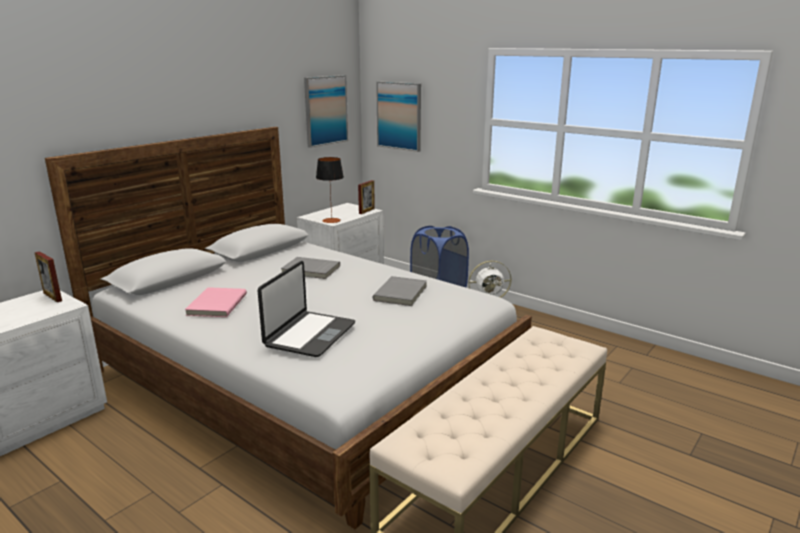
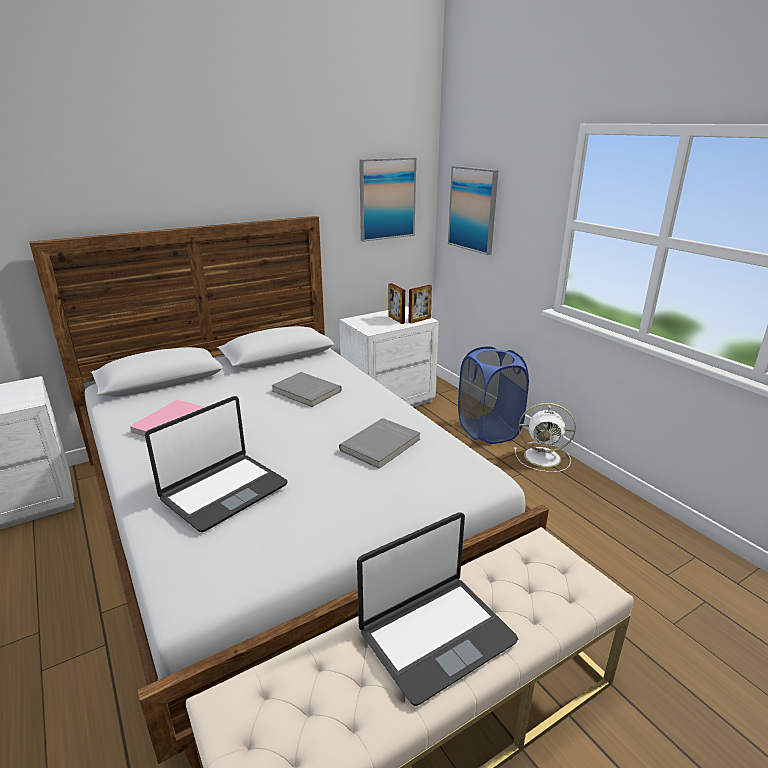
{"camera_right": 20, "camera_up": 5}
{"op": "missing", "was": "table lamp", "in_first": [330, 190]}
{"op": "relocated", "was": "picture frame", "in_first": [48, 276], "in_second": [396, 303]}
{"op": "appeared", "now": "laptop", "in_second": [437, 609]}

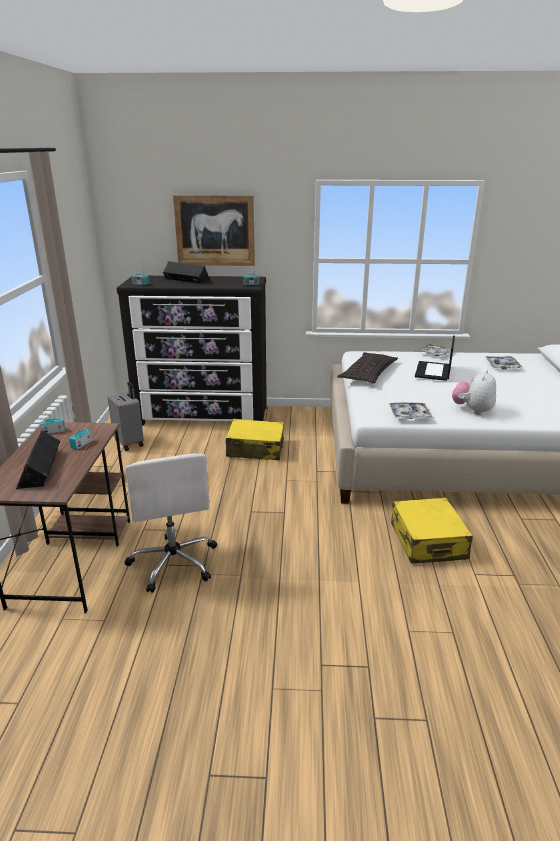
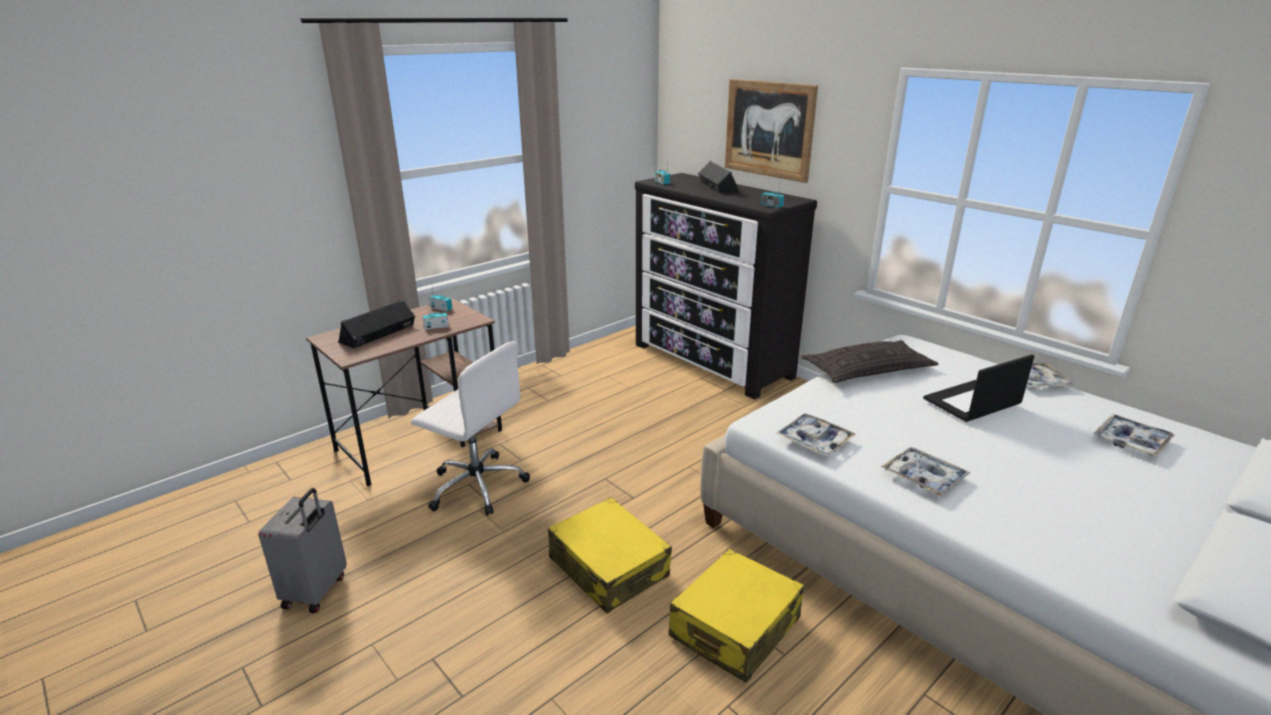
{"camera_right": 45, "camera_up": 0}
{"op": "exchanged", "was": "plush toy", "now": "tray", "in_first": [474, 392], "in_second": [925, 471]}
{"op": "relocated", "was": "suitcase (grey)", "in_first": [126, 416], "in_second": [303, 550]}
{"op": "relocated", "was": "suitcase (yellow)", "in_first": [254, 439], "in_second": [610, 555]}
{"op": "spun", "was": "office chair (white)", "in_first": [171, 523], "in_second": [470, 428], "clockwise": -90}

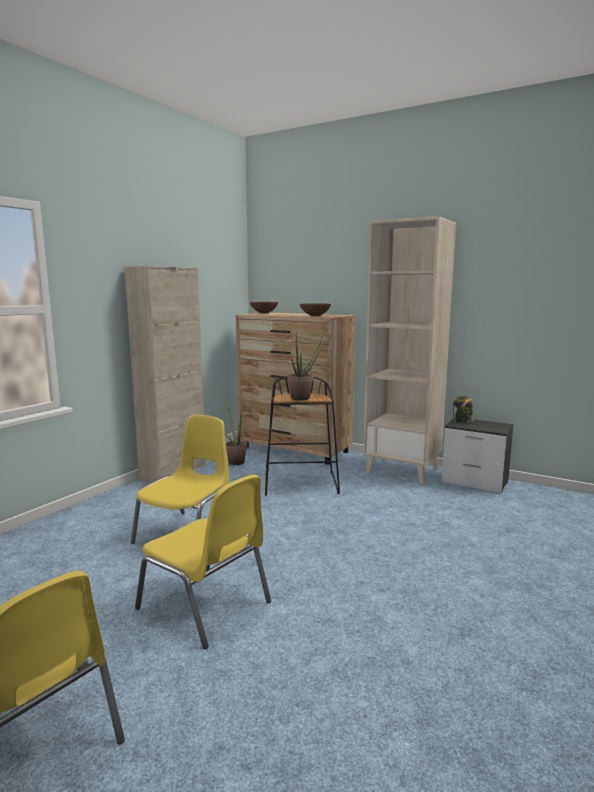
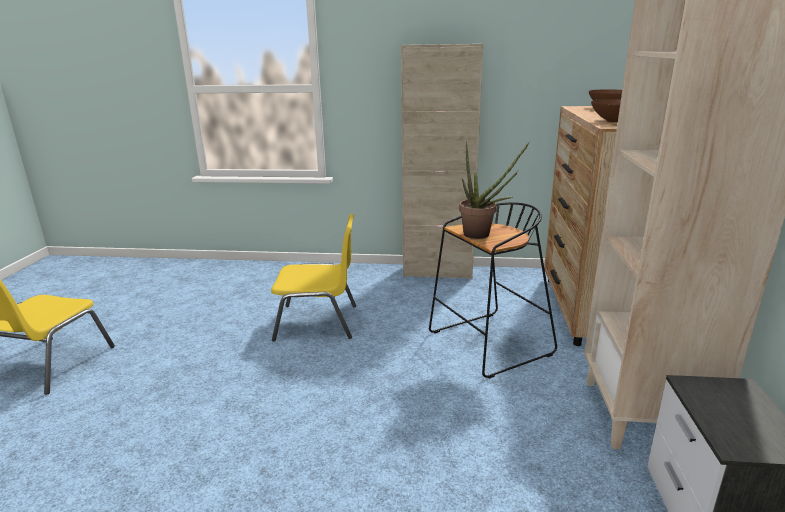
{"camera_right": 65, "camera_up": 10}
{"op": "missing", "was": "jar", "in_first": [463, 409]}
{"op": "missing", "was": "potted plant", "in_first": [236, 433]}
{"op": "missing", "was": "chair (yellow)", "in_first": [203, 562]}

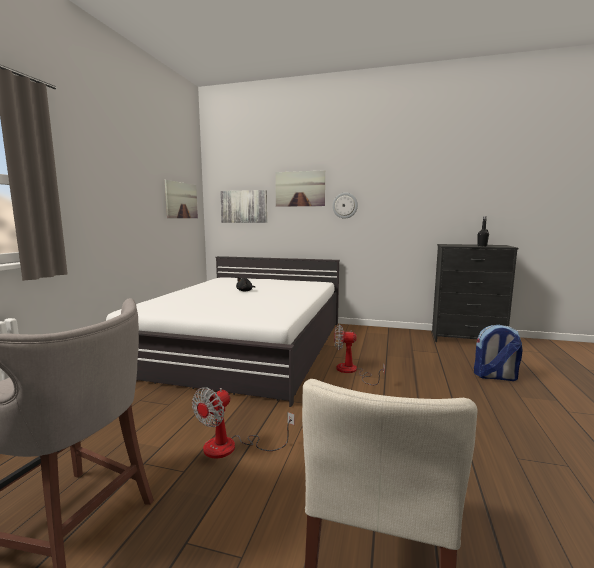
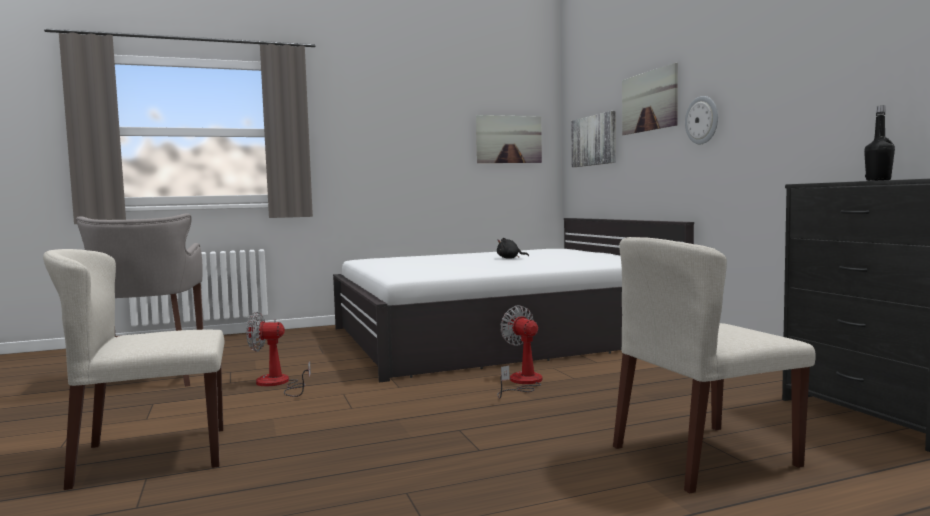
{"camera_right": 55, "camera_up": -5}
{"op": "exchanged", "was": "backpack", "now": "chair (beige)", "in_first": [498, 353], "in_second": [714, 365]}

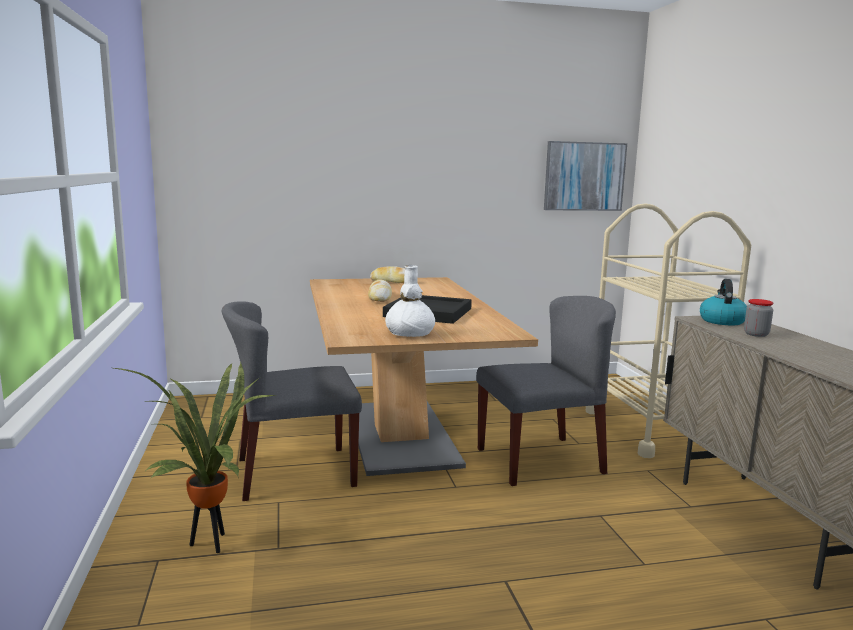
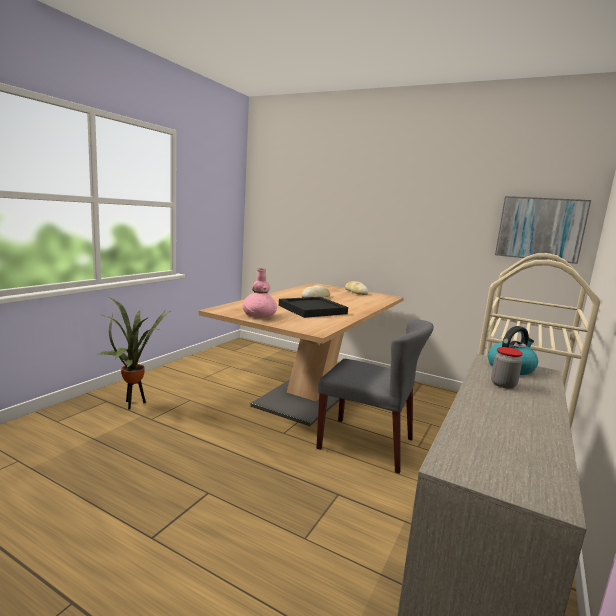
{"camera_right": 40, "camera_up": 0}
{"op": "colour", "was": "vase (white)", "now": "vase (pink)", "in_first": [410, 301], "in_second": [259, 293]}
{"op": "missing", "was": "chair (grey)", "in_first": [292, 401]}

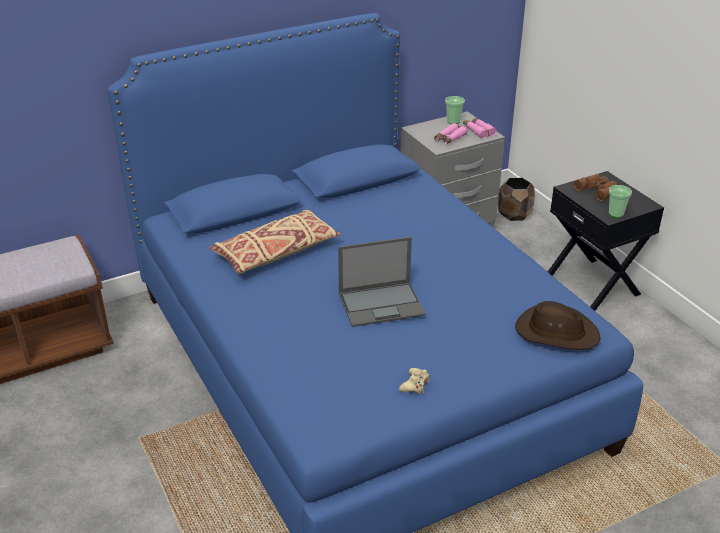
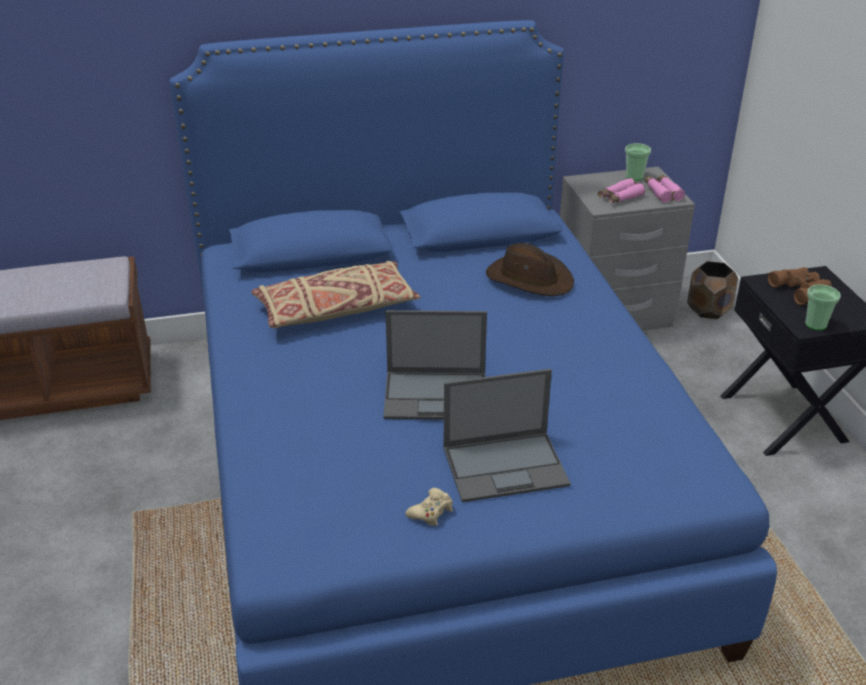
{"camera_right": 15, "camera_up": 0}
{"op": "relocated", "was": "hat (brown)", "in_first": [557, 325], "in_second": [530, 269]}
{"op": "appeared", "now": "laptop", "in_second": [507, 435]}

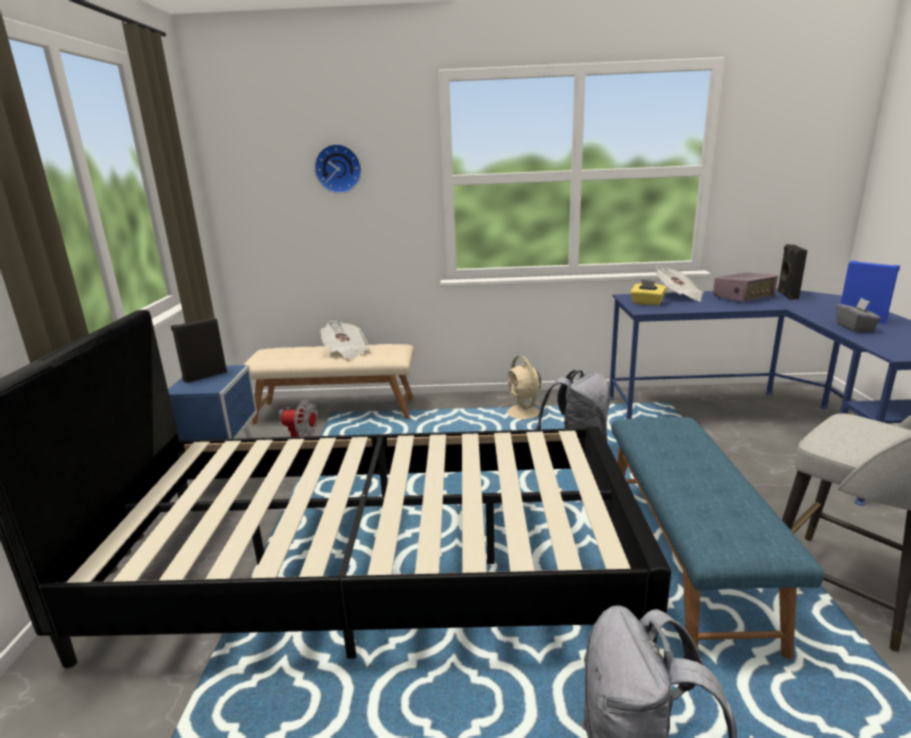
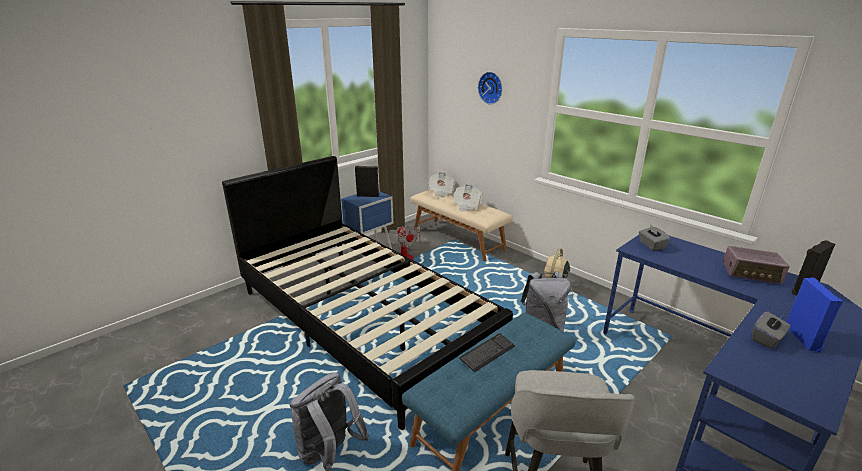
{"camera_right": 45, "camera_up": 5}
{"op": "relocated", "was": "newspaper", "in_first": [680, 283], "in_second": [442, 184]}
{"op": "colour", "was": "tissue box (yellow)", "now": "tissue box (grey)", "in_first": [648, 293], "in_second": [654, 237]}
{"op": "appeared", "now": "keyboard", "in_second": [487, 352]}

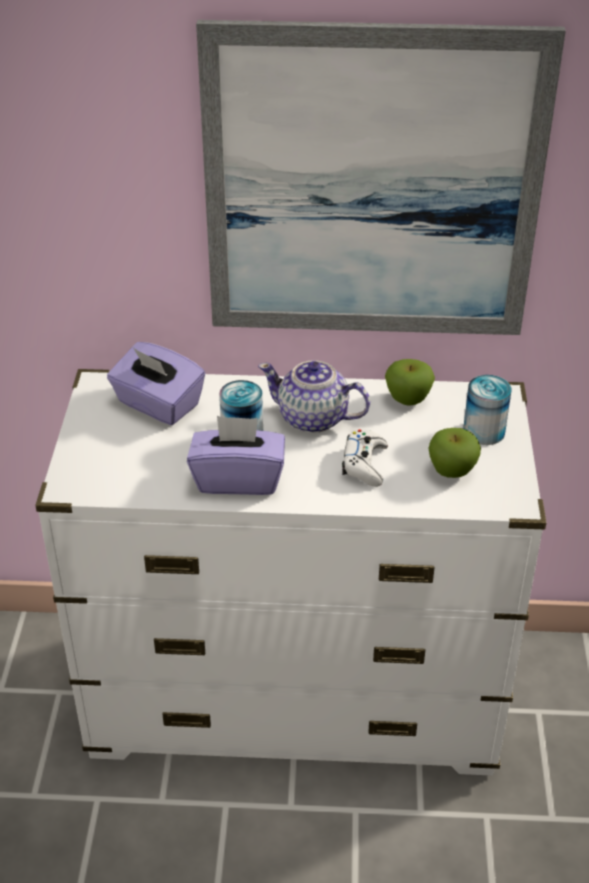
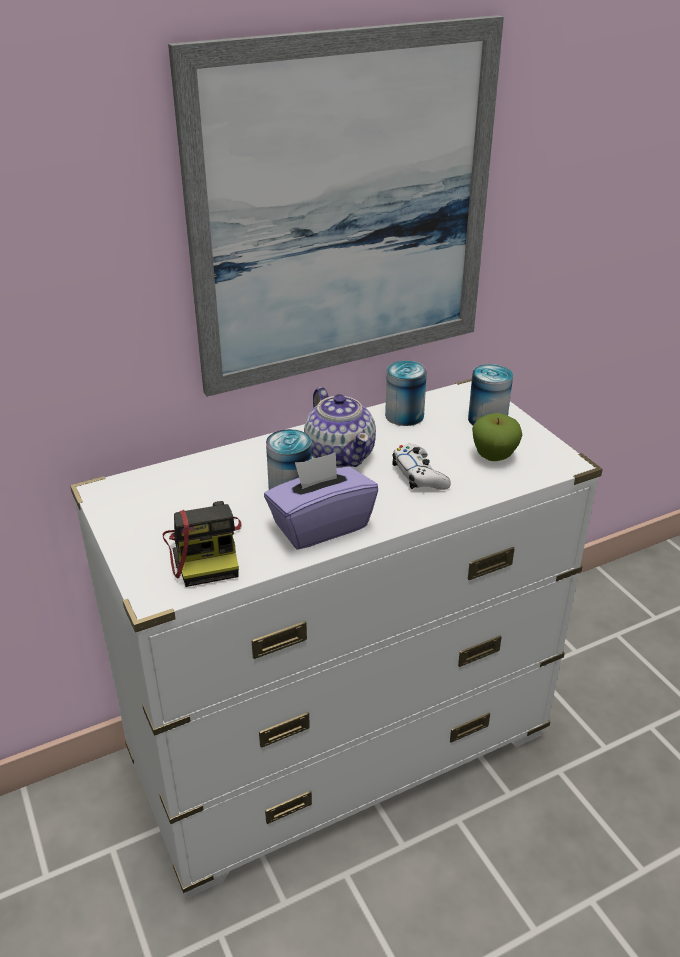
{"camera_right": -30, "camera_up": -5}
{"op": "missing", "was": "tissue box (purple)", "in_first": [156, 383]}
{"op": "exchanged", "was": "apple", "now": "can", "in_first": [410, 382], "in_second": [406, 393]}
{"op": "spun", "was": "teapot", "in_first": [314, 396], "in_second": [340, 427], "clockwise": -105}
{"op": "appeared", "now": "photo camera", "in_second": [202, 544]}

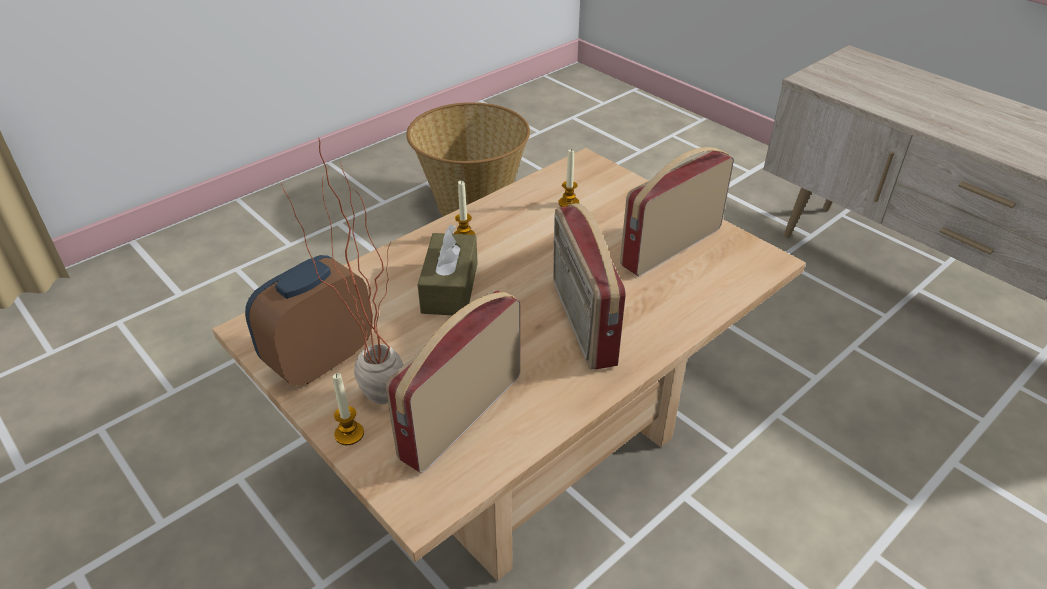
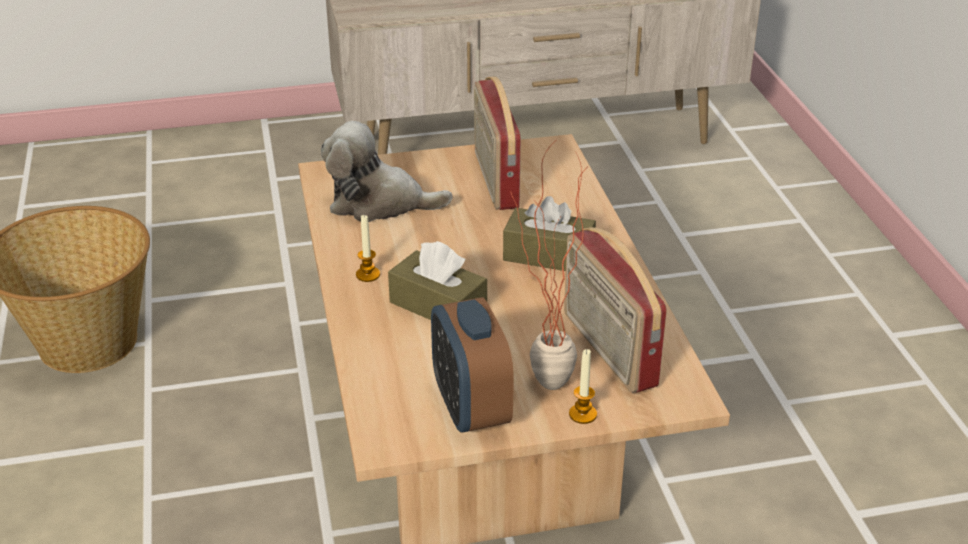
{"camera_right": -60, "camera_up": -5}
{"op": "exchanged", "was": "candle", "now": "plush toy", "in_first": [569, 178], "in_second": [387, 171]}
{"op": "exchanged", "was": "radio", "now": "tissue box (brown)", "in_first": [589, 286], "in_second": [549, 233]}

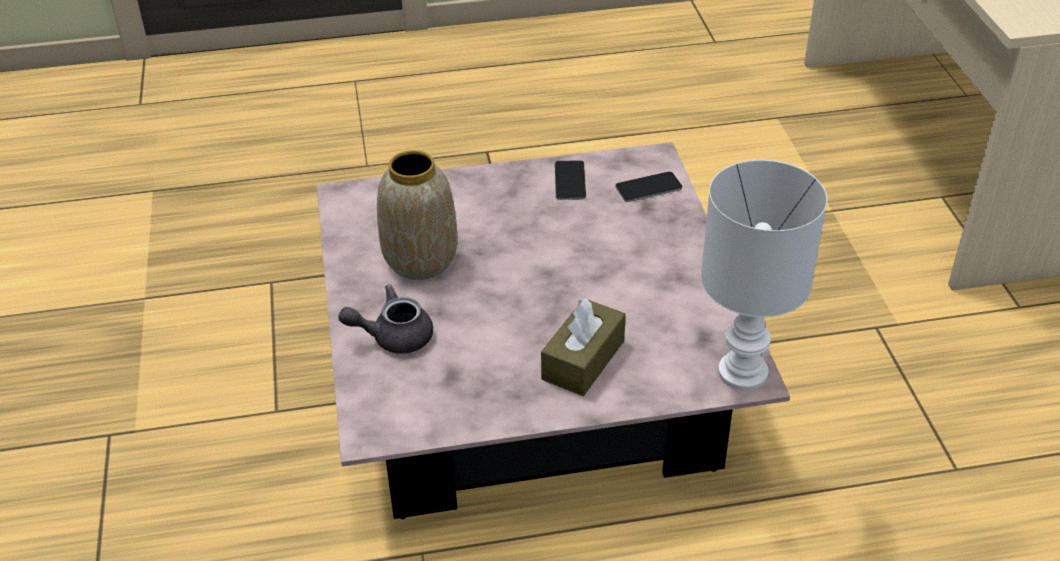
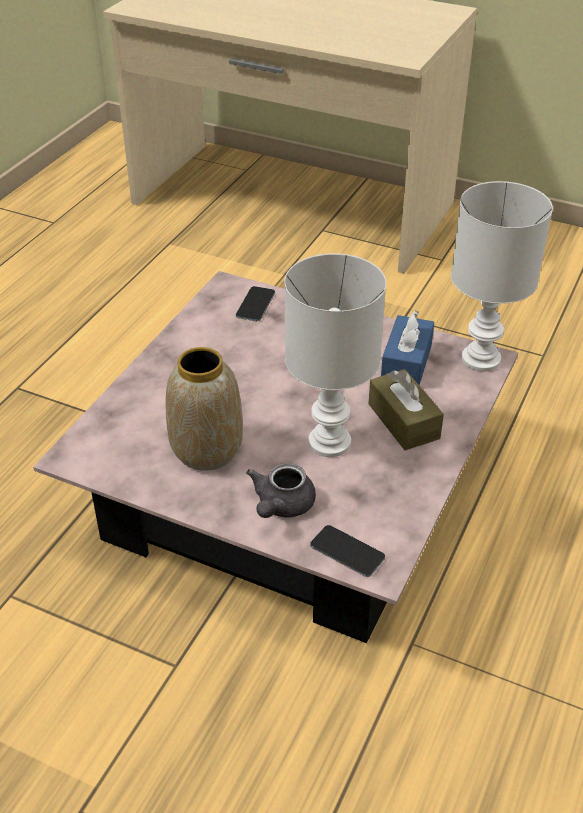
{"camera_right": -55, "camera_up": 0}
{"op": "relocated", "was": "phone", "in_first": [570, 180], "in_second": [347, 551]}
{"op": "appeared", "now": "table lamp (white)", "in_second": [335, 355]}
{"op": "appeared", "now": "tissue box (blue)", "in_second": [407, 347]}

